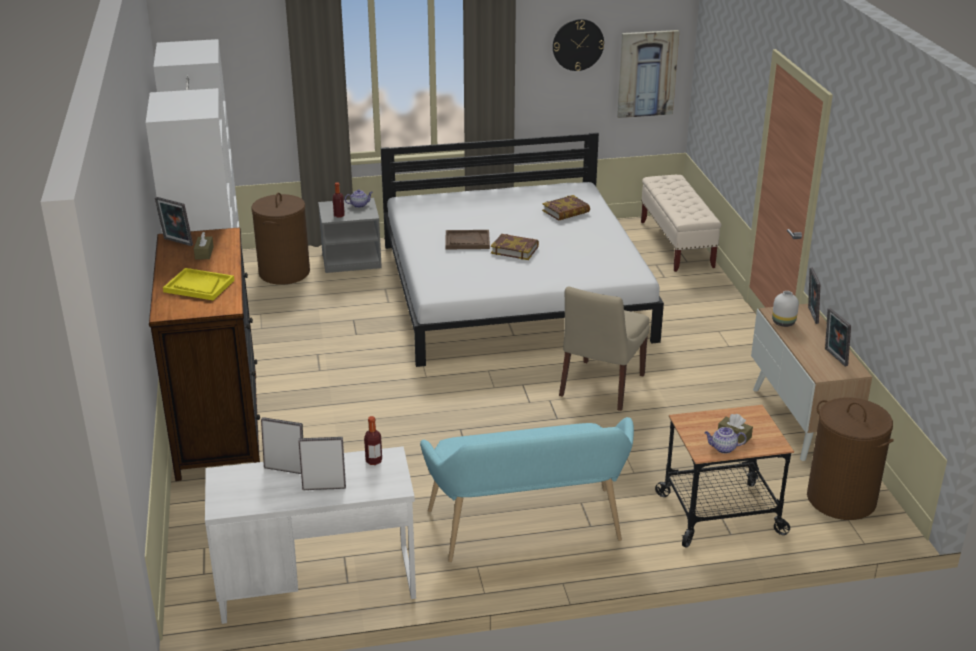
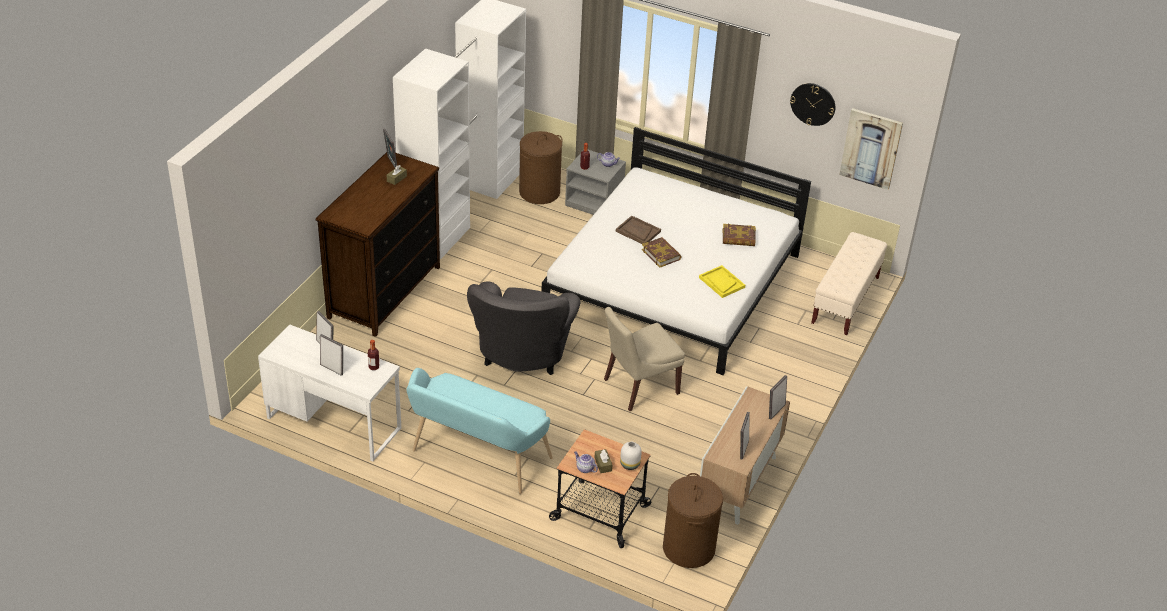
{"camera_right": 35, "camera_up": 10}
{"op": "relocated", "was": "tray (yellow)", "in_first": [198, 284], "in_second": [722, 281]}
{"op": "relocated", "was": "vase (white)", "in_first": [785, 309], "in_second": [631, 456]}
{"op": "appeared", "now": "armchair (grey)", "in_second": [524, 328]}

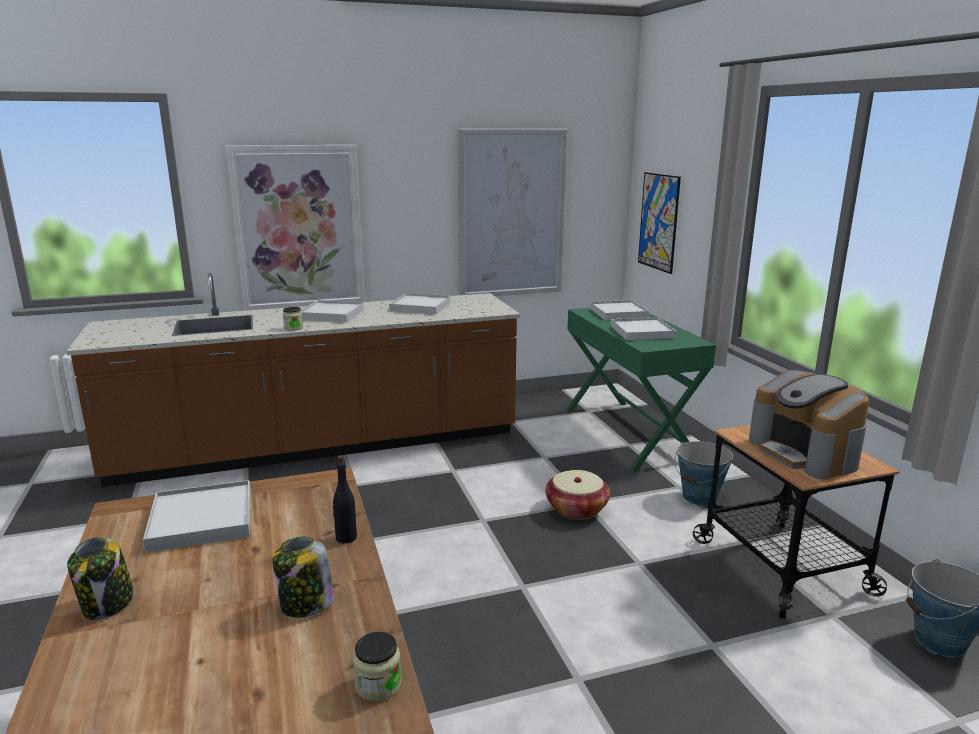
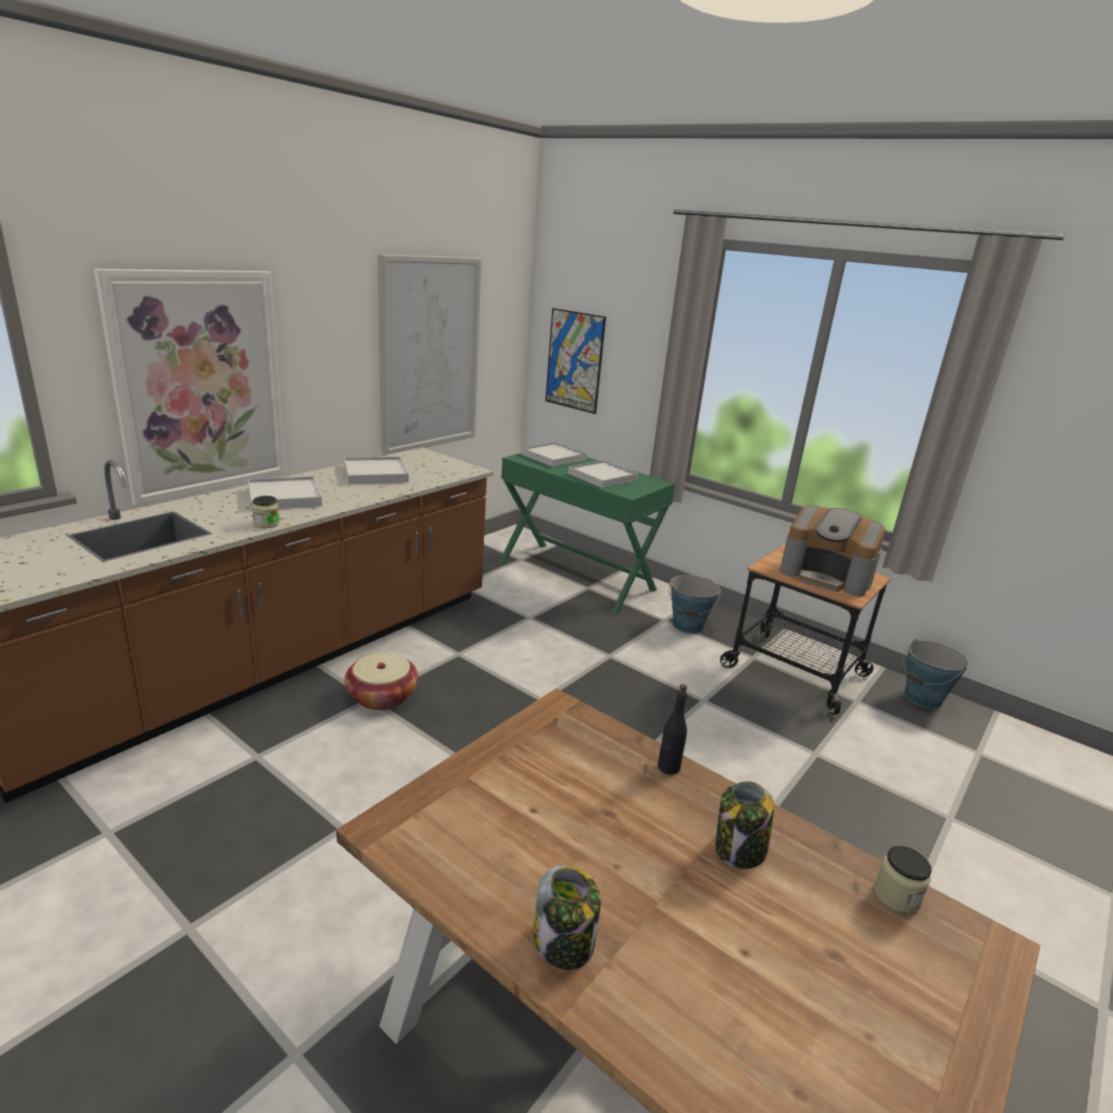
{"camera_right": -35, "camera_up": 5}
{"op": "relocated", "was": "basket", "in_first": [577, 495], "in_second": [381, 681]}
{"op": "missing", "was": "tray (white)", "in_first": [197, 516]}

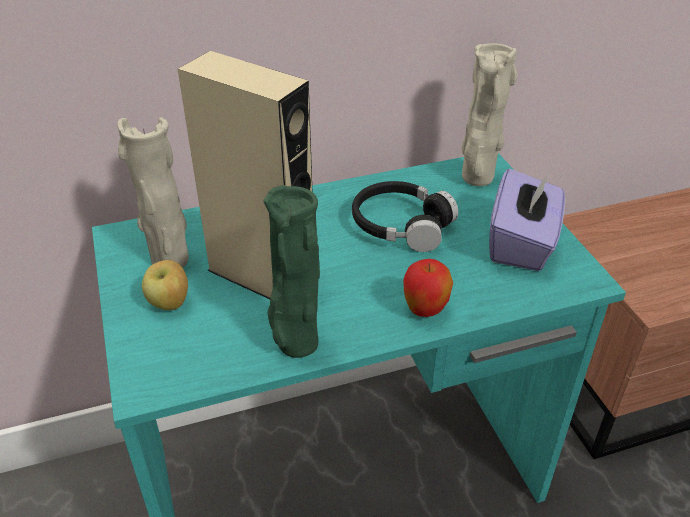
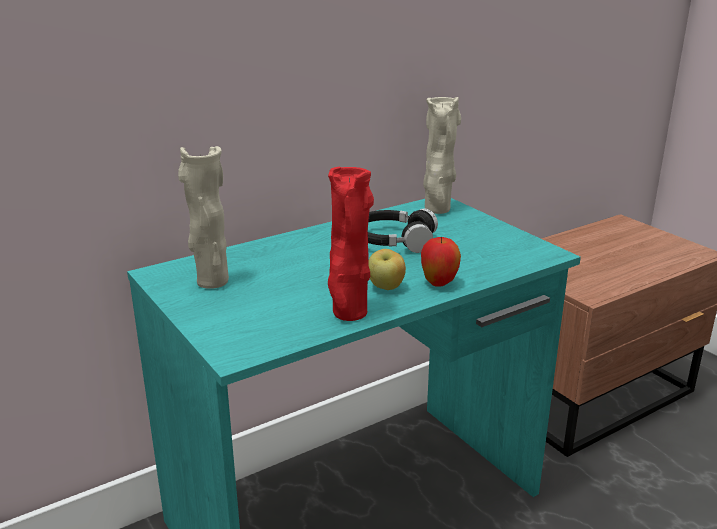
{"camera_right": -15, "camera_up": -15}
{"op": "missing", "was": "speaker (beige)", "in_first": [245, 175]}
{"op": "missing", "was": "tissue box (purple)", "in_first": [527, 220]}
{"op": "colour", "was": "vase (green)", "now": "vase (red)", "in_first": [292, 271], "in_second": [351, 244]}
{"op": "relocated", "was": "apple", "in_first": [165, 285], "in_second": [387, 269]}

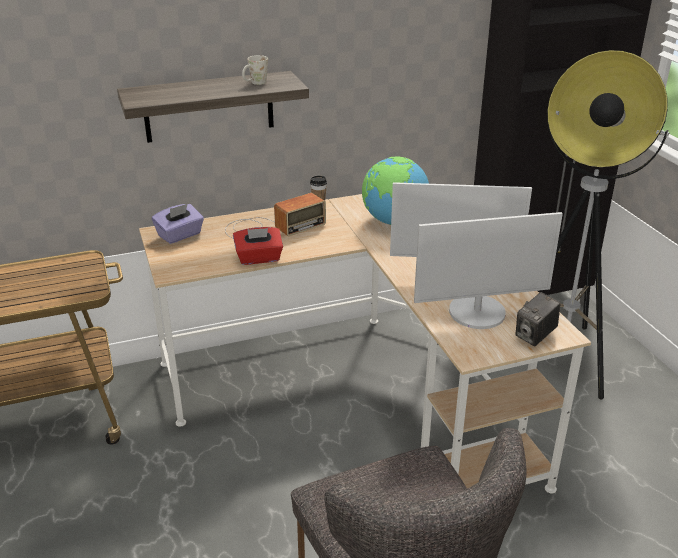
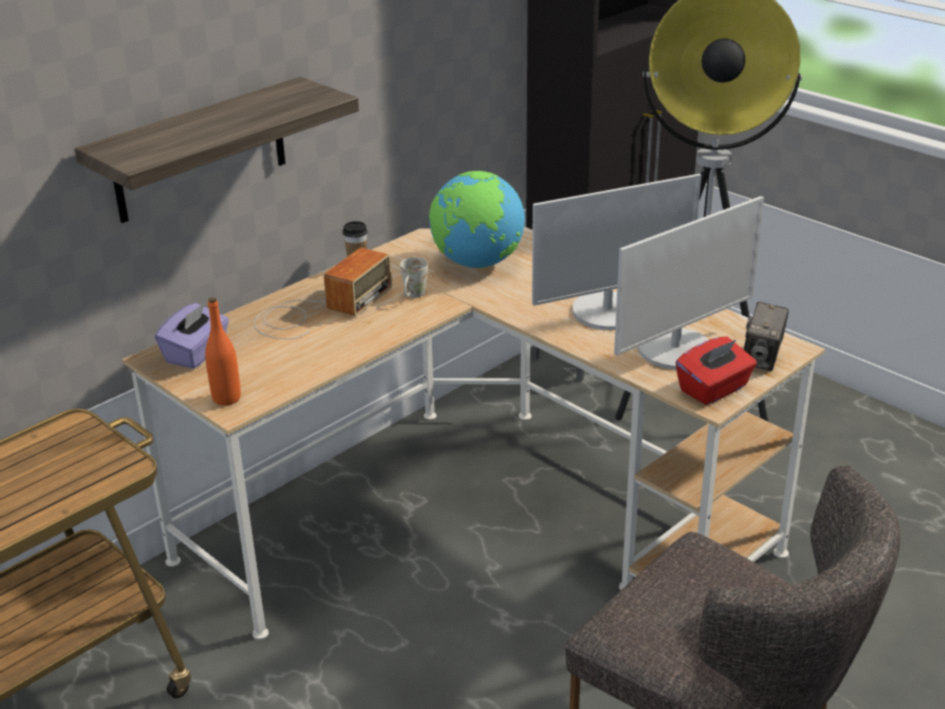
{"camera_right": -25, "camera_up": 0}
{"op": "relocated", "was": "mug (white)", "in_first": [255, 70], "in_second": [414, 277]}
{"op": "relocated", "was": "tissue box (red)", "in_first": [258, 246], "in_second": [716, 371]}
{"op": "appeared", "now": "bottle (orange)", "in_second": [223, 351]}

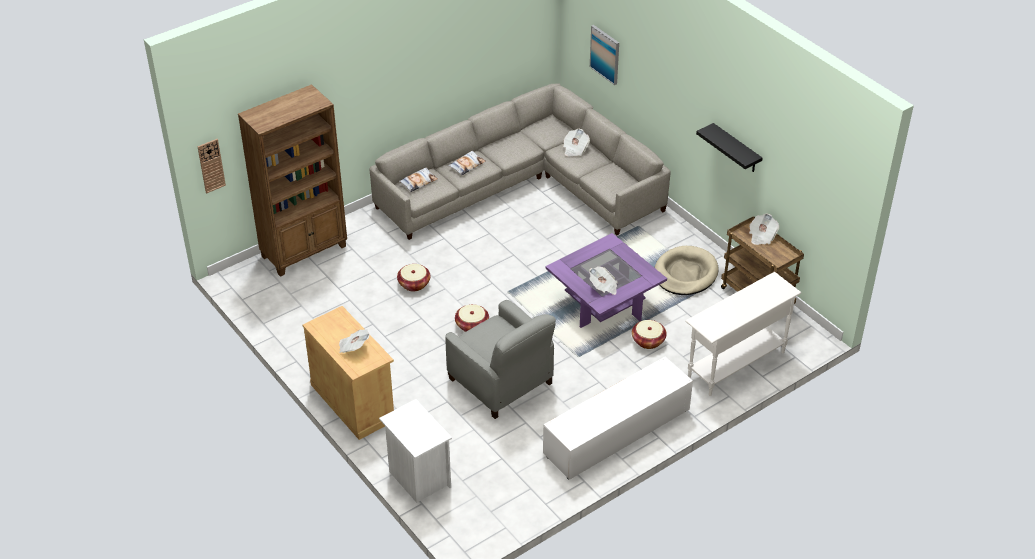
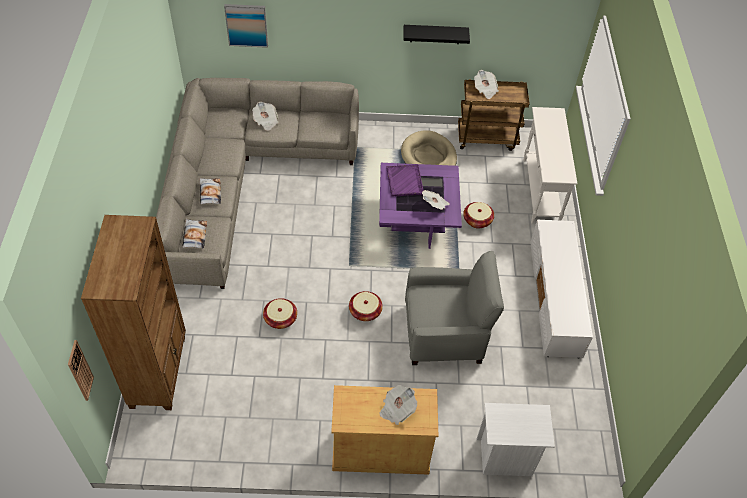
{"camera_right": -55, "camera_up": 10}
{"op": "appeared", "now": "tray (purple)", "in_second": [405, 180]}

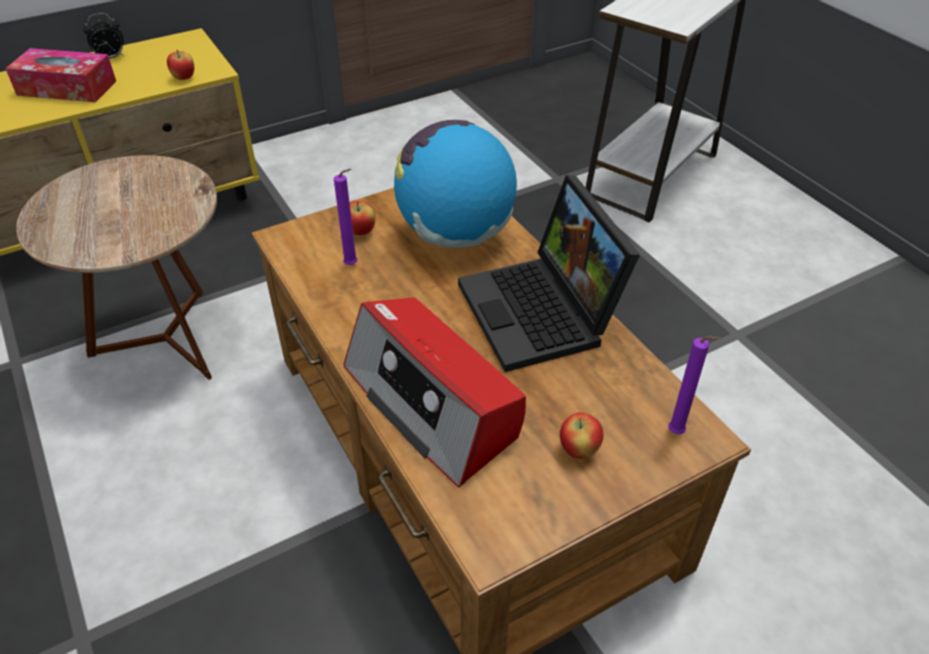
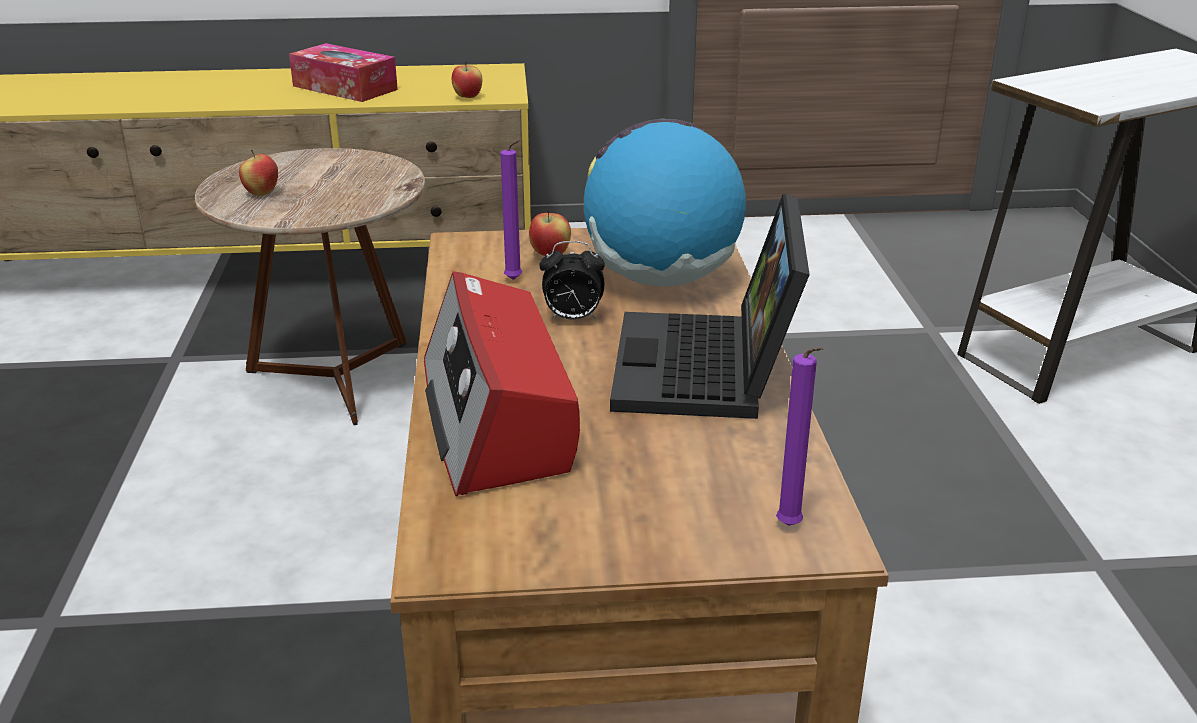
{"camera_right": 25, "camera_up": -15}
{"op": "relocated", "was": "alarm clock", "in_first": [103, 35], "in_second": [572, 280]}
{"op": "relocated", "was": "apple", "in_first": [582, 435], "in_second": [258, 173]}

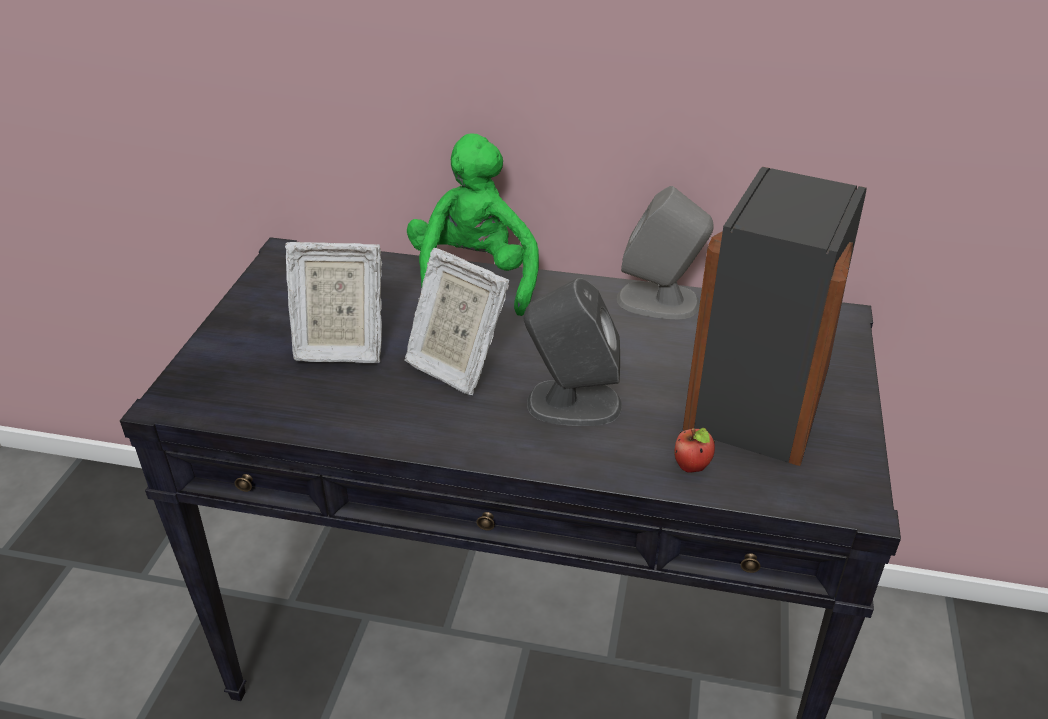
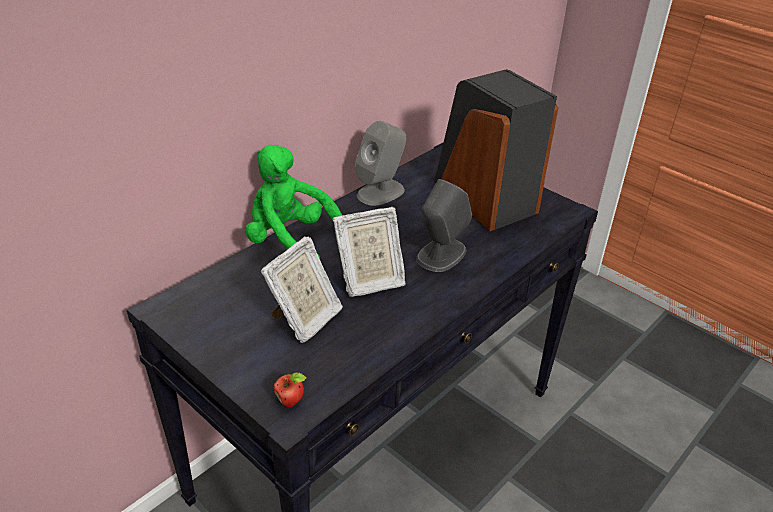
{"camera_right": -60, "camera_up": 0}
{"op": "relocated", "was": "apple", "in_first": [694, 450], "in_second": [289, 389]}

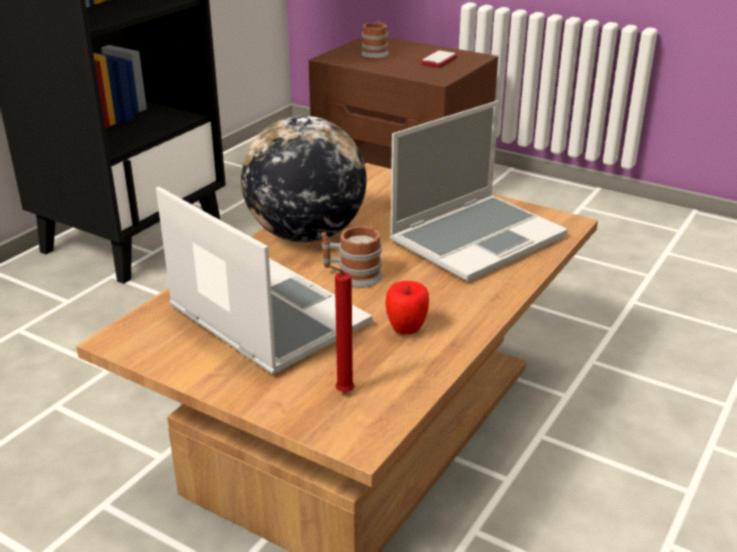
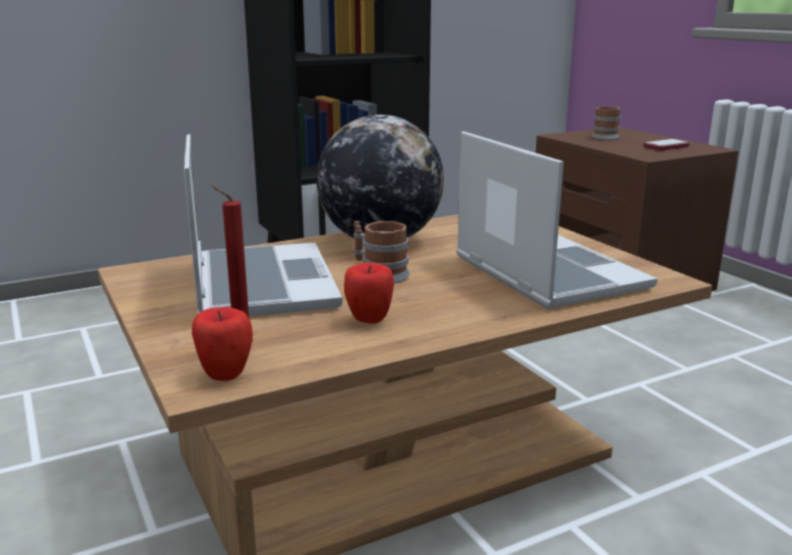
{"camera_right": 30, "camera_up": -10}
{"op": "spun", "was": "laptop", "in_first": [478, 191], "in_second": [557, 220], "clockwise": -105}
{"op": "appeared", "now": "apple", "in_second": [222, 344]}

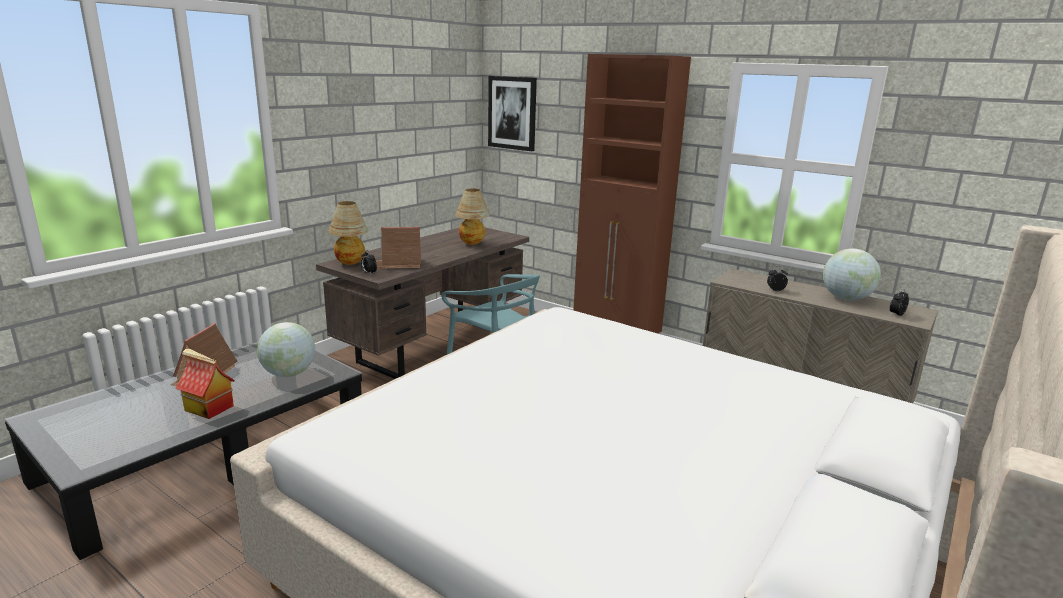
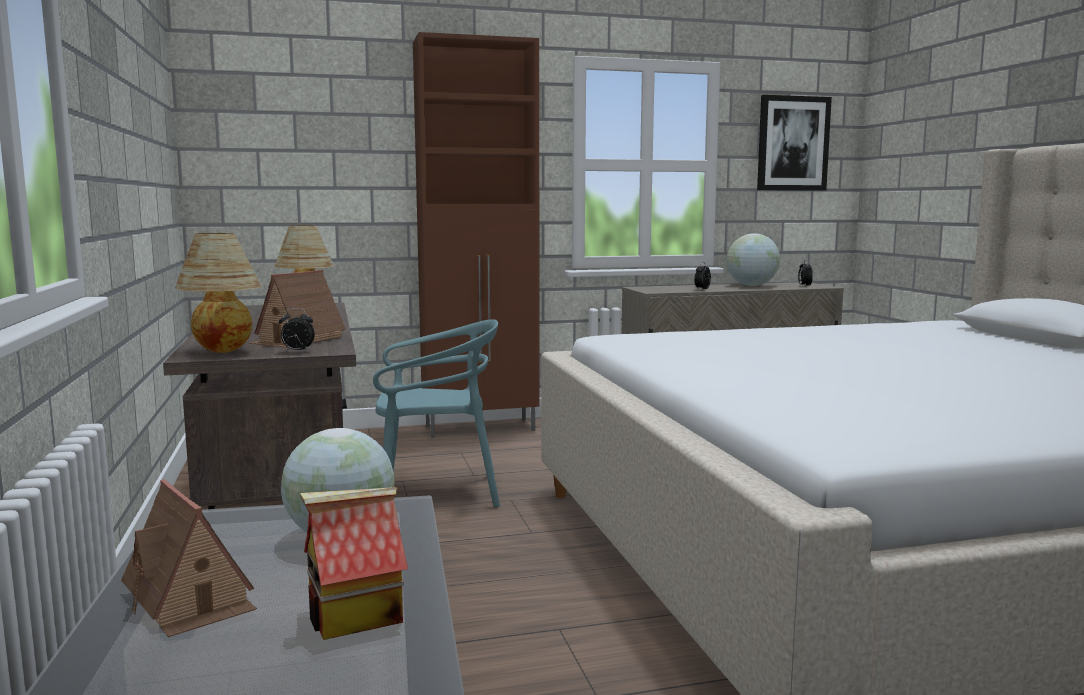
{"camera_right": -50, "camera_up": -10}
{"op": "relocated", "was": "picture", "in_first": [512, 113], "in_second": [794, 143]}

